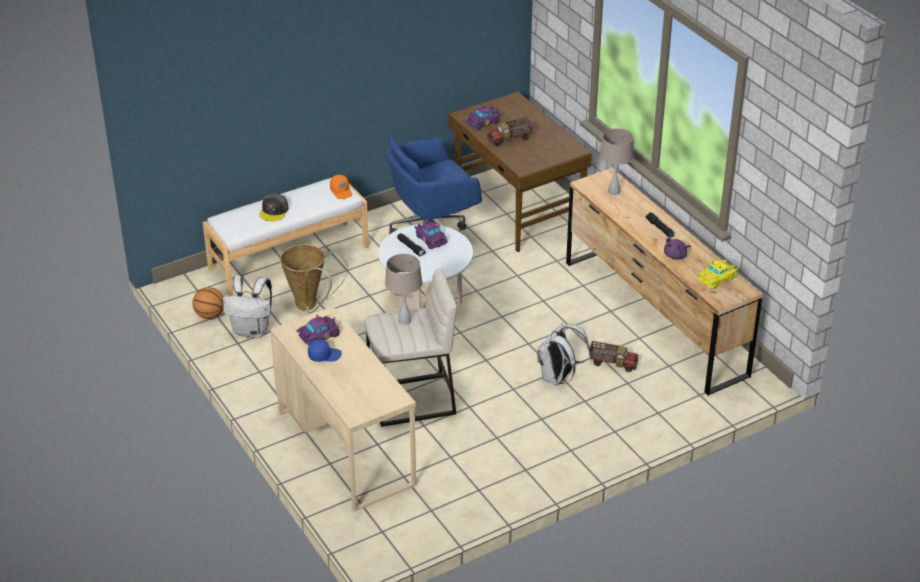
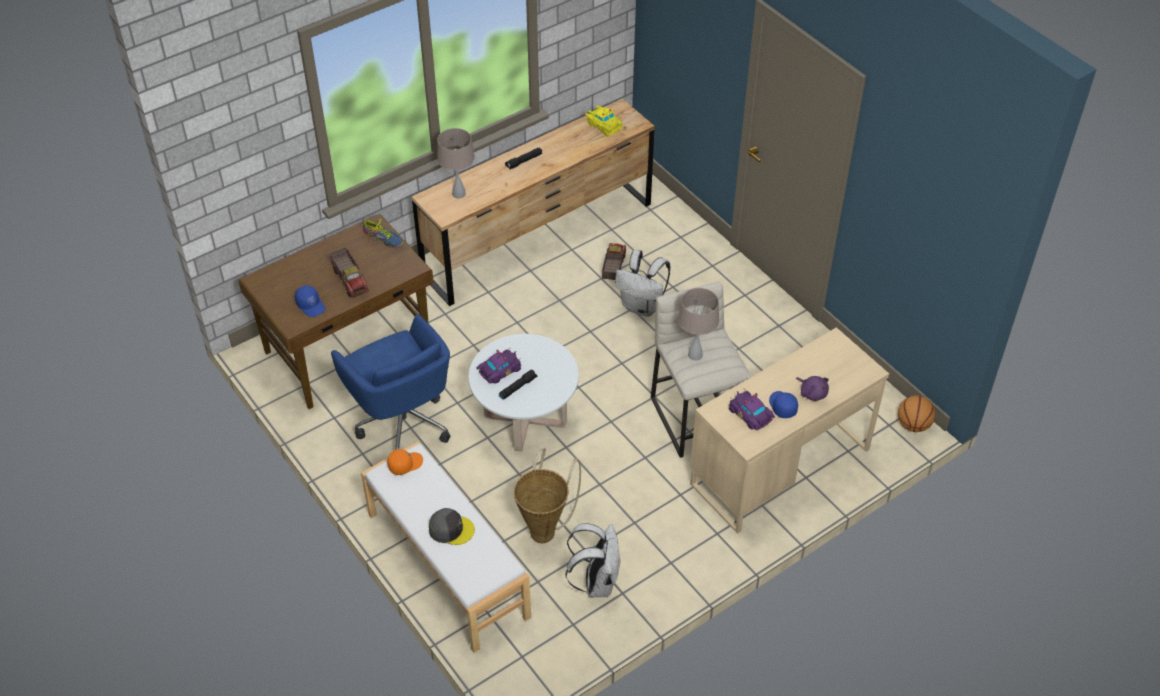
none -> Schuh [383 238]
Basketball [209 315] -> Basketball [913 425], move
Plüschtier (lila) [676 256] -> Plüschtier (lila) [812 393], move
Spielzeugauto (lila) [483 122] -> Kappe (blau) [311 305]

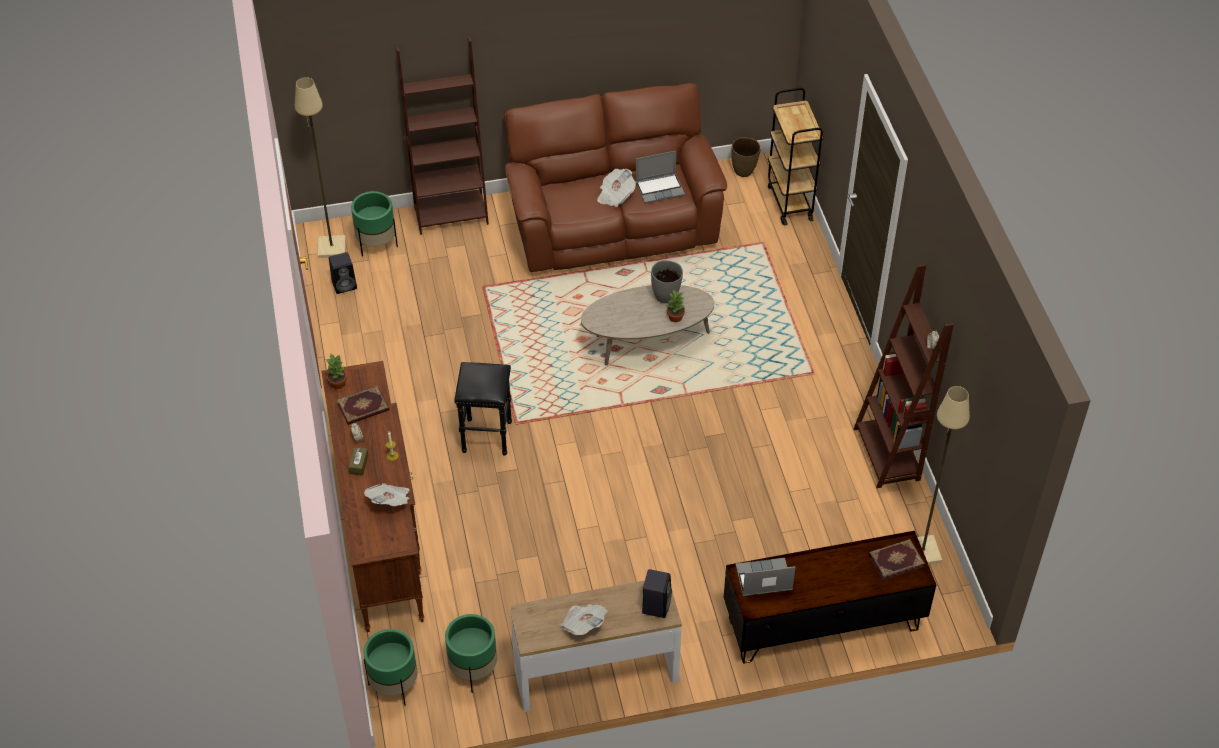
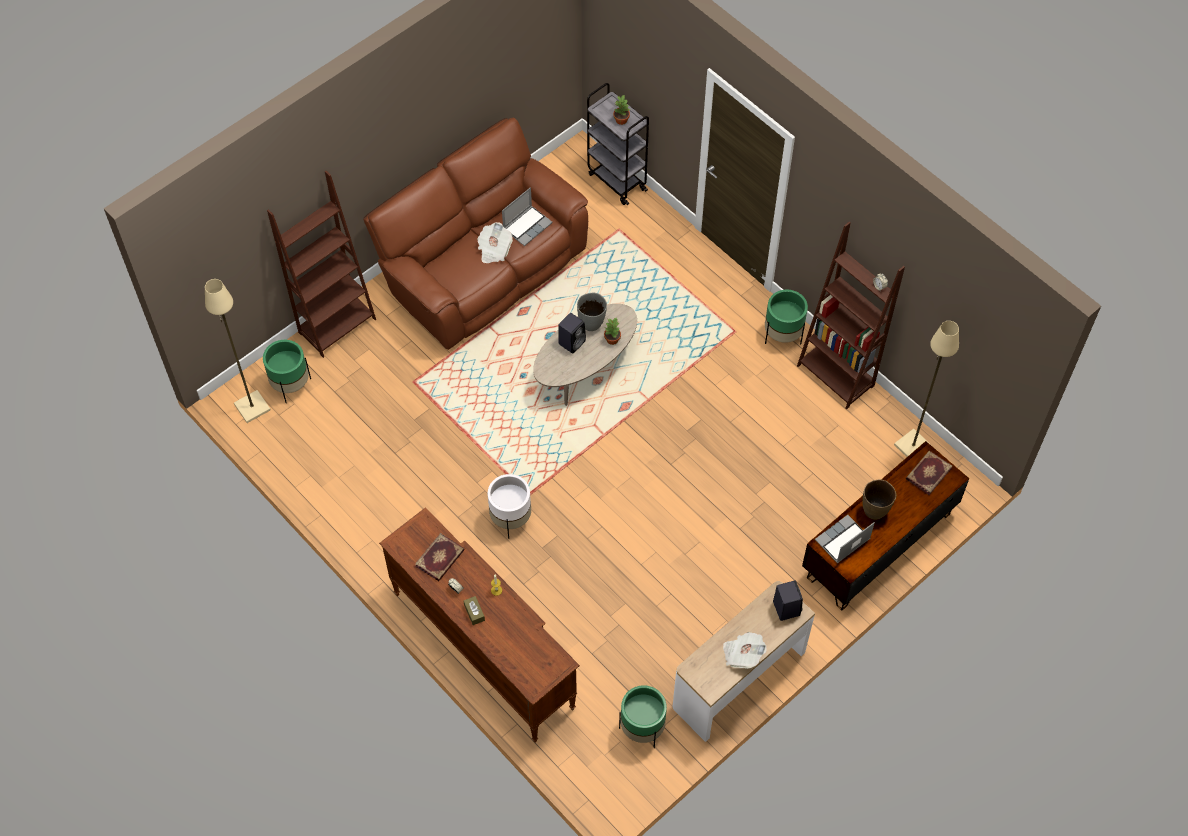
Zeitung [390 501] -> none
Topfpflanze [338 383] -> Topfpflanze [621 120], move
Lautsprecher (schwarz) [345 285] -> Lautsprecher (schwarz) [572 341], move
Pflanzkübel (grün) [394 685] -> Pflanzkübel (grün) [782 335], move
Vase (braun) [744 171] -> Vase (braun) [874 510], move
Hocker (schwarz) [486 435] -> Pflanzkübel (weiß) [511 519]
Rollwagen (braun) [790 204] -> Rollwagen (grau) [618 182]

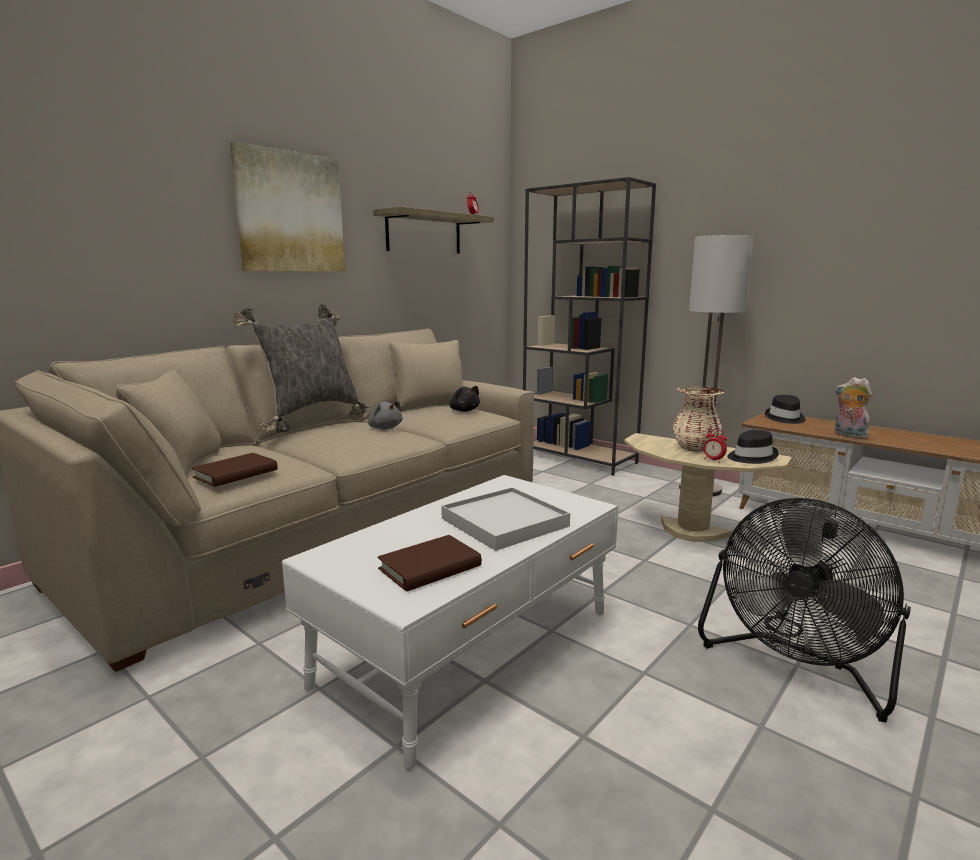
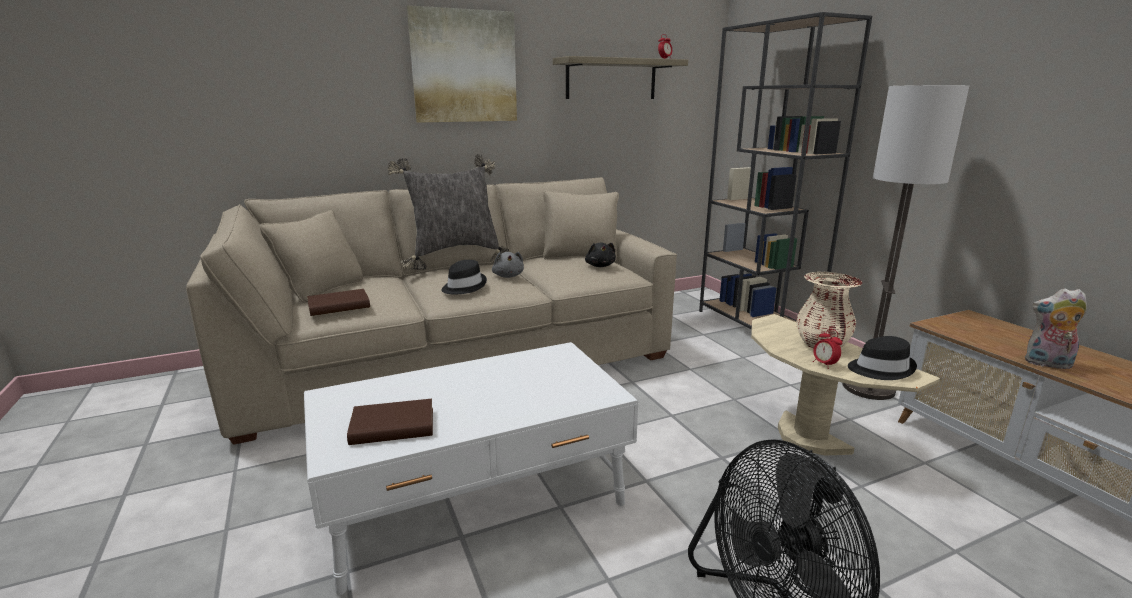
Tablett (weiß) [505 522] -> none
Hut (schwarz) [784 418] -> Hut (schwarz) [463 286], move
Plüschtier [848 435] -> Plüschtier [1047 364], 60 degrees counterclockwise

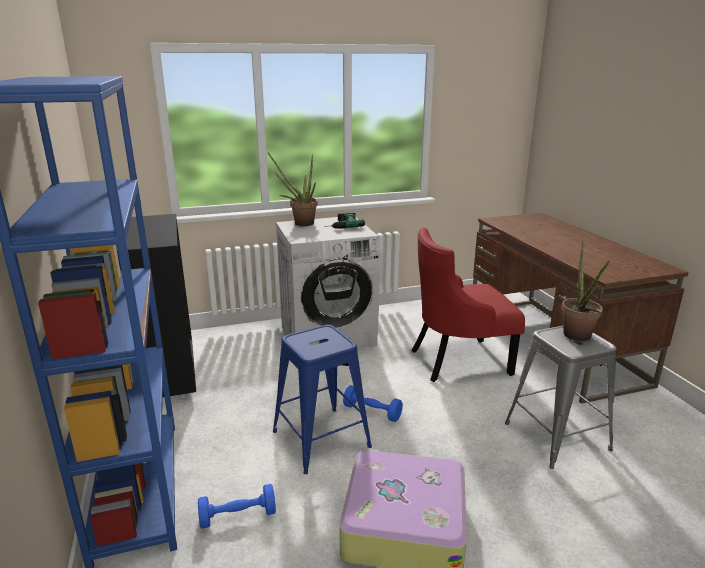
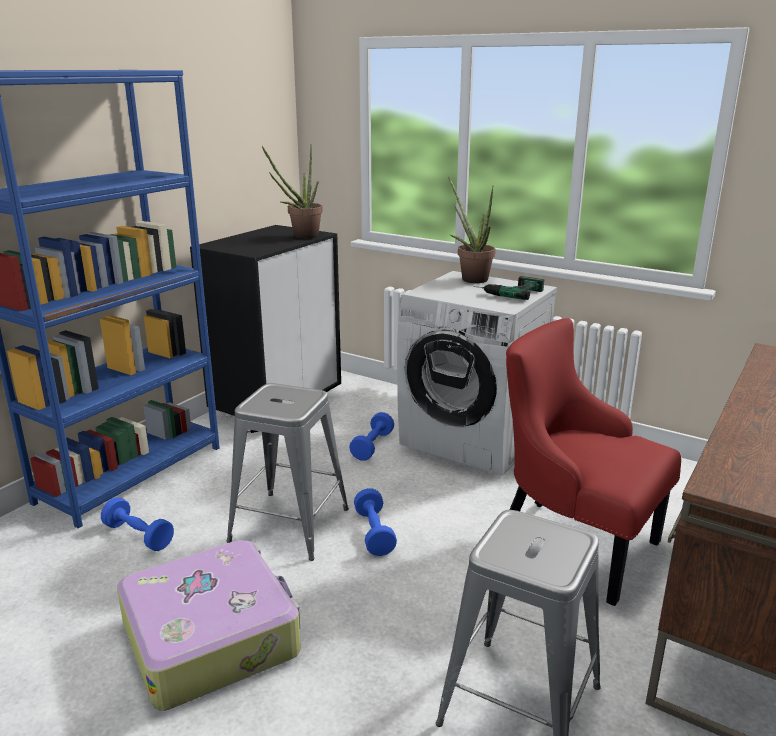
none -> Hantel (blau) [372 446]
Topfpflanze [578 338] -> Topfpflanze [301 237], move
Hocker (blau) [321 439] -> Hocker (grau) [289 525]

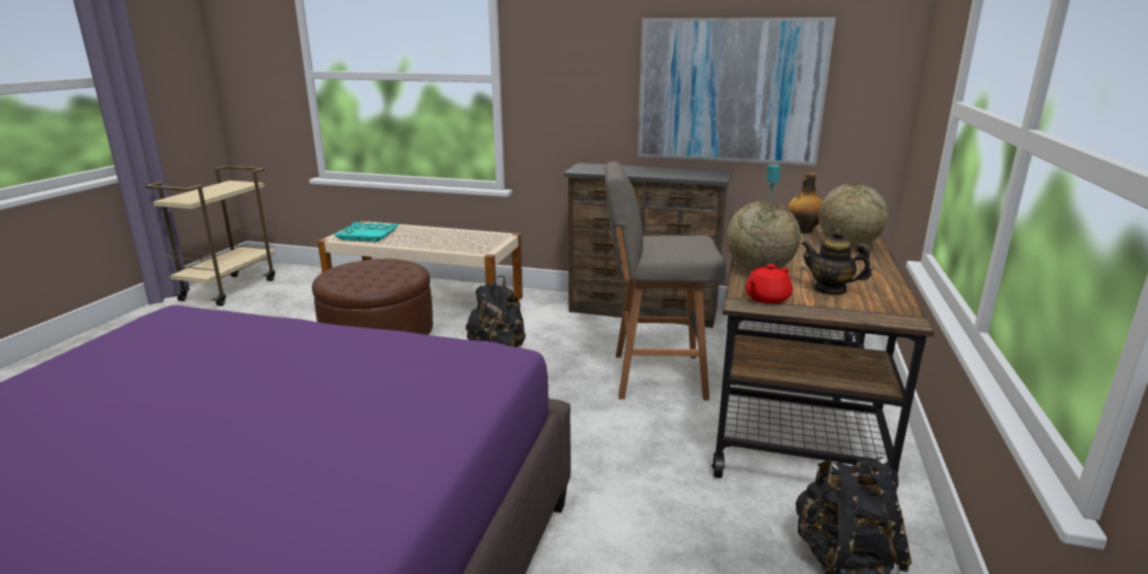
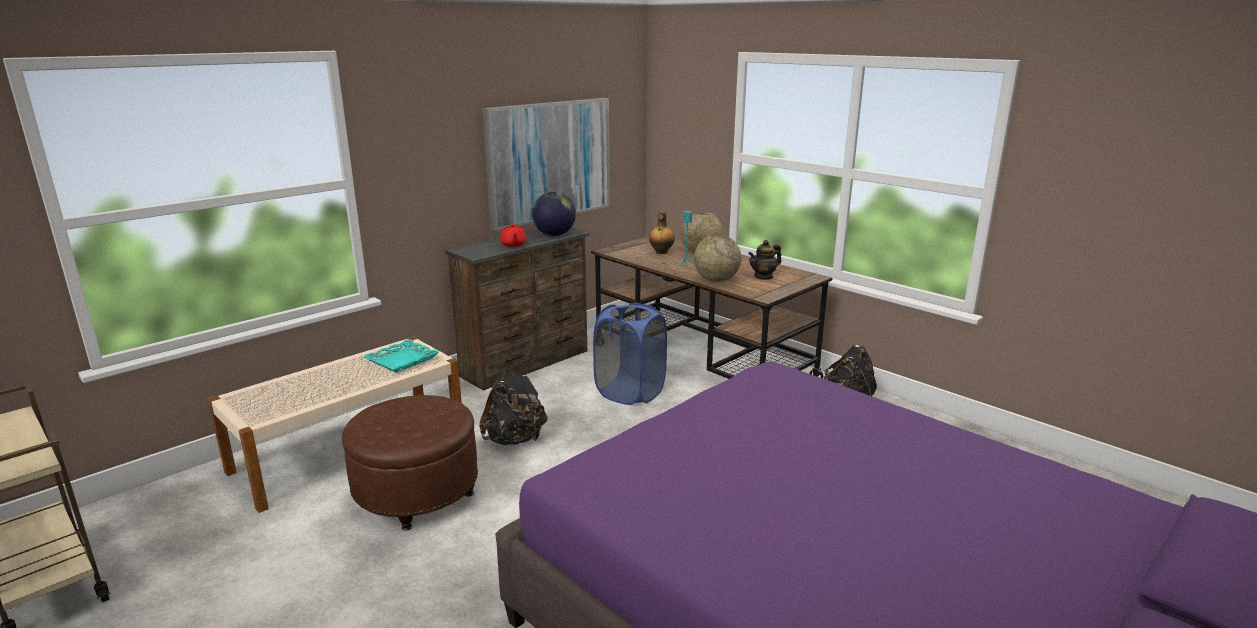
none -> Globus [554 235]
Tablett (türkis) [367 236] -> Tablett (türkis) [402 360], move
Teekanne (rot) [766 298] -> Teekanne (rot) [513 244], move
Hocker (grau) [654 376] -> Wäschekorb (blau) [630 392]

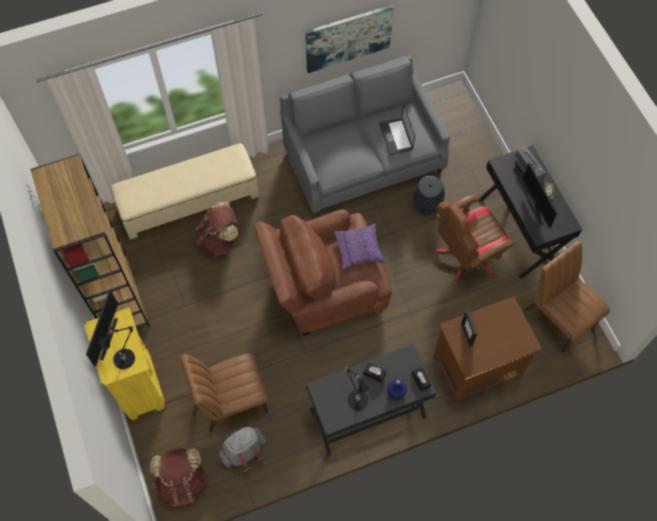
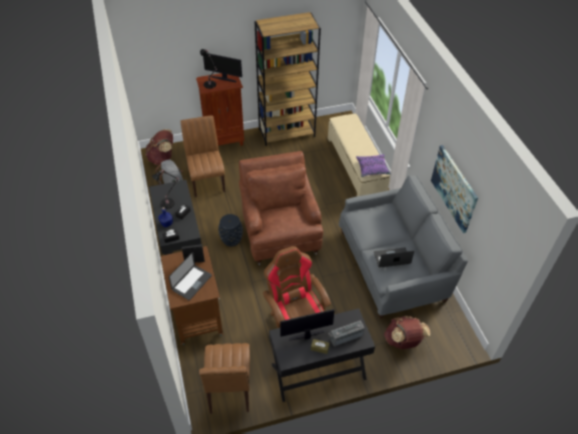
none -> Laptop [192 283]
Rucksack (braun) [219 239] -> Rucksack (braun) [403 341], move
Kissen (lila) [359 249] -> Kissen (lila) [372 168], move
Hocker (schwarz) [426 205] -> Hocker (schwarz) [231 239], move
Schrank (gelb) [141 389] -> Schrank (braun) [225 142]
Stuhl (braun) [558 318] -> Stuhl (braun) [229 388], 120 degrees clockwise

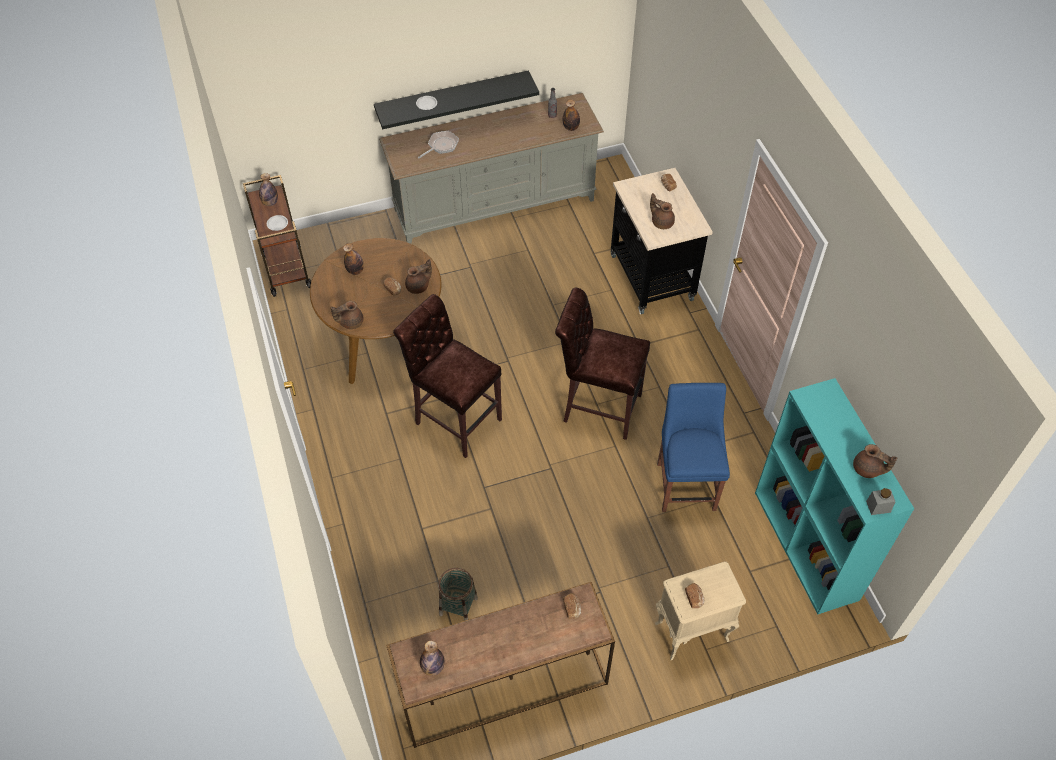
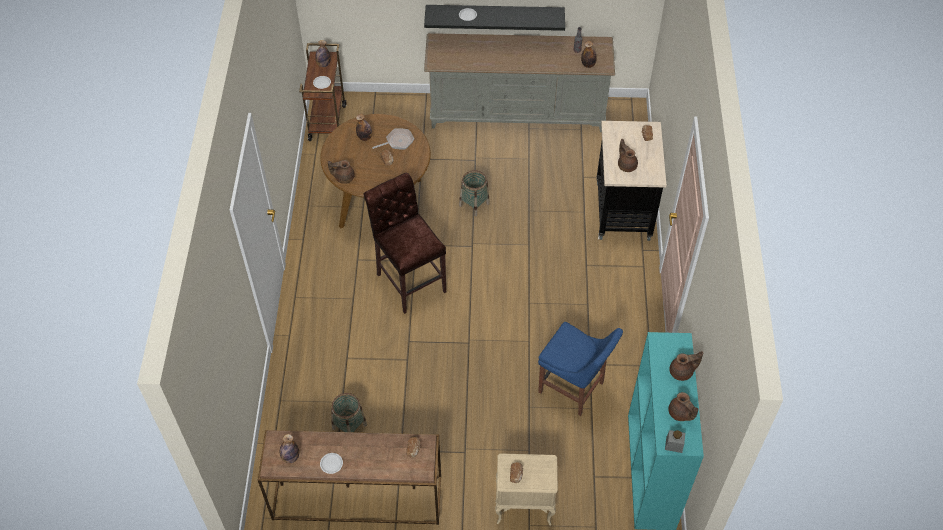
Hocker (braun) [597 406] -> none
none -> Teller (weiß) [331 464]
none -> Korb [474 204]
Teekanne (braun) [418 286] -> Teekanne (braun) [682 372], move
Pfanne [441 146] -> Pfanne [398 141], move
Stuhl (blau) [686 483] -> Stuhl (blau) [574 389], 105 degrees clockwise

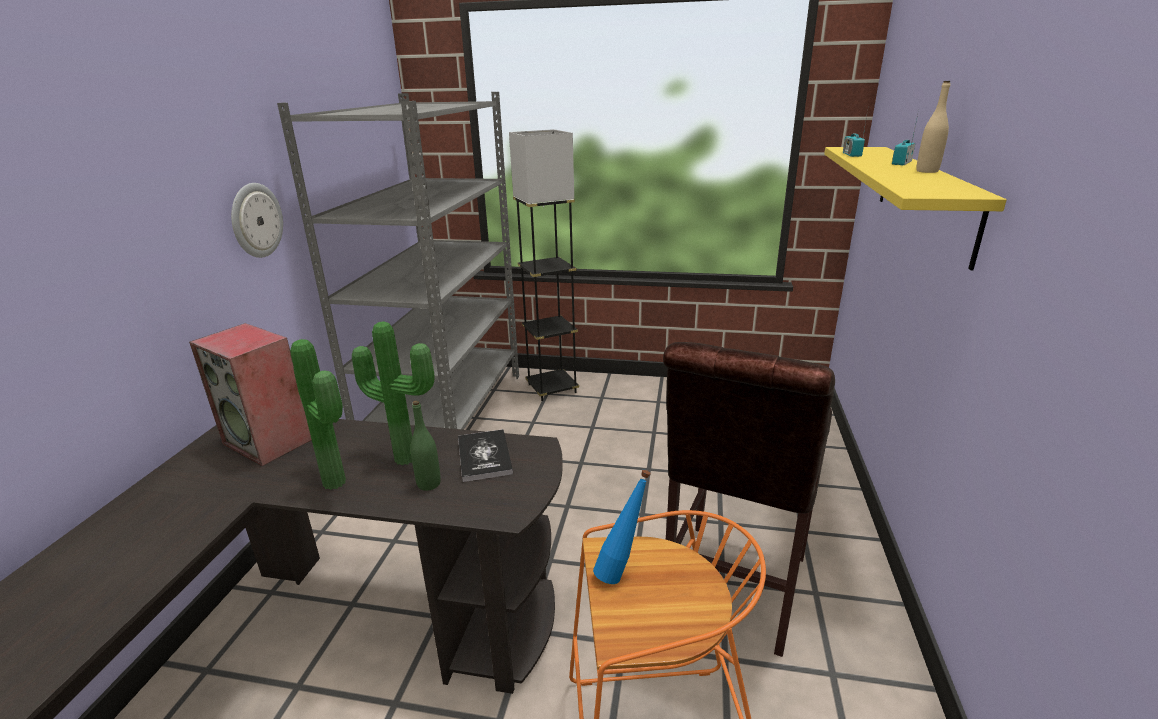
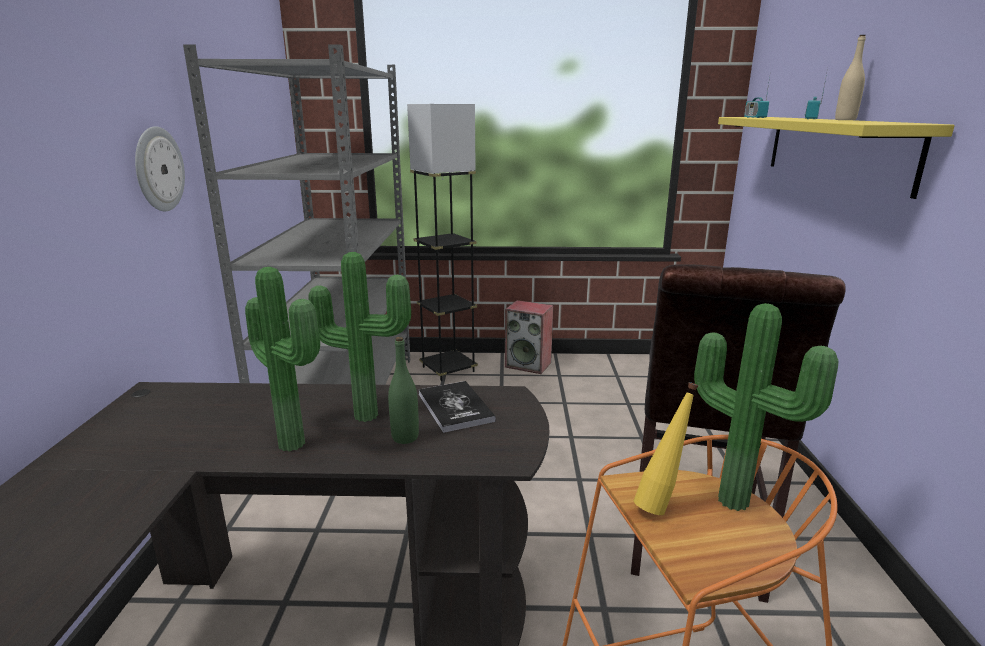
none -> Topfpflanze [736 499]
Lautsprecher [269 441] -> Lautsprecher [528 364], move
Flasche (blau) [621 572] -> Flasche (gelb) [660 504]

